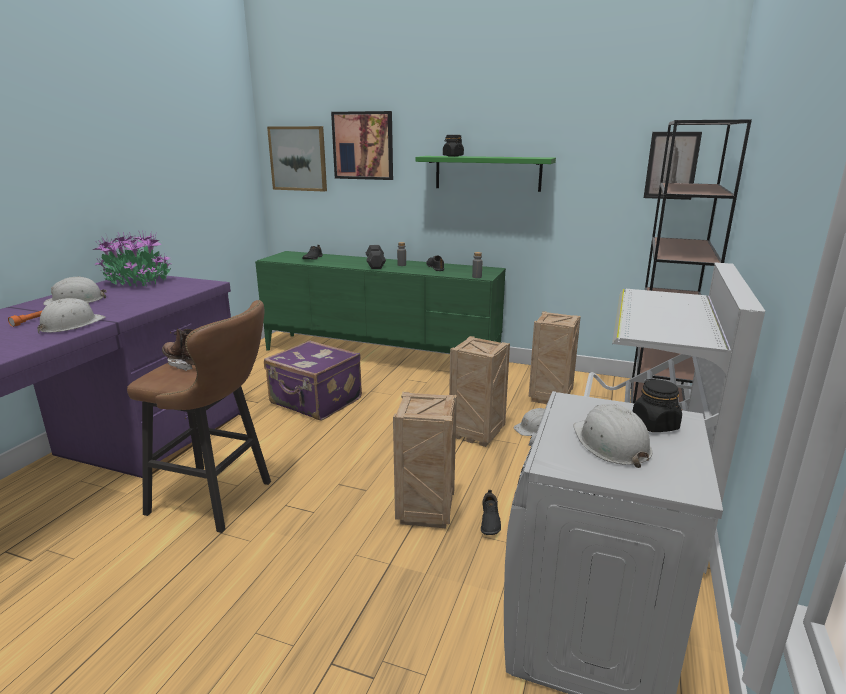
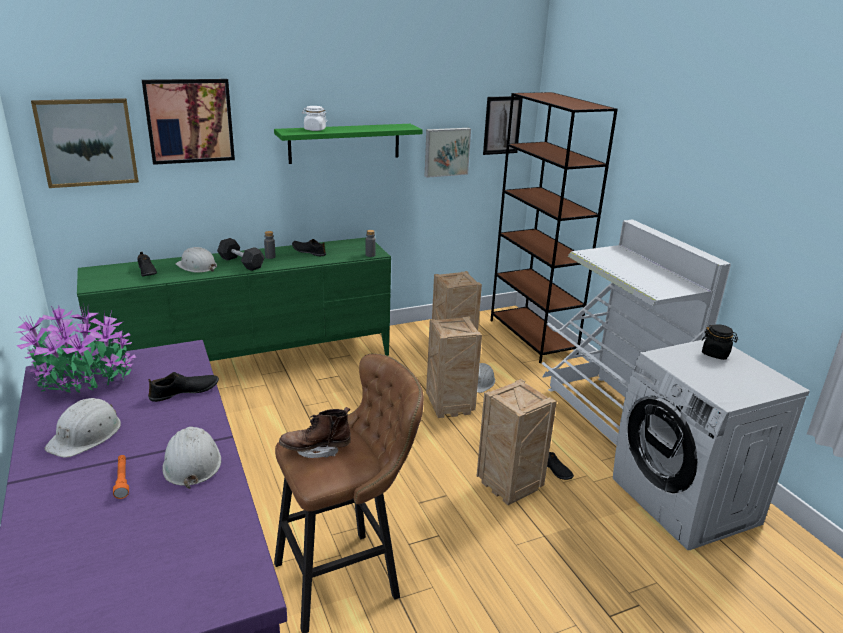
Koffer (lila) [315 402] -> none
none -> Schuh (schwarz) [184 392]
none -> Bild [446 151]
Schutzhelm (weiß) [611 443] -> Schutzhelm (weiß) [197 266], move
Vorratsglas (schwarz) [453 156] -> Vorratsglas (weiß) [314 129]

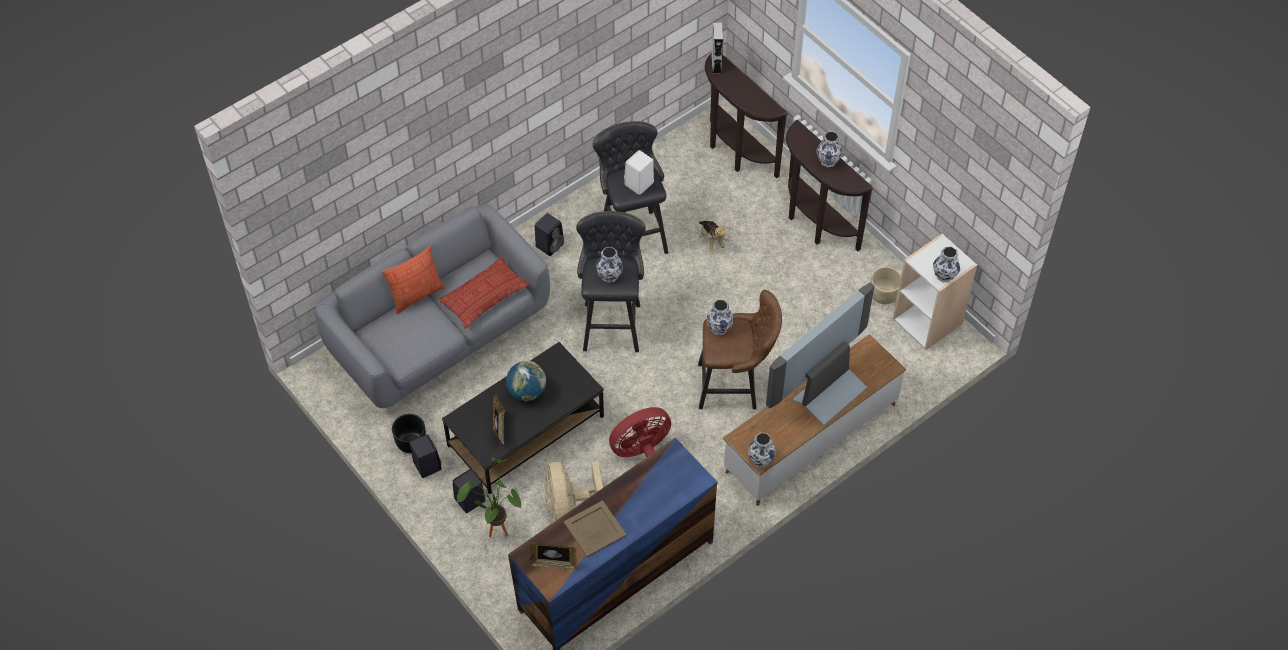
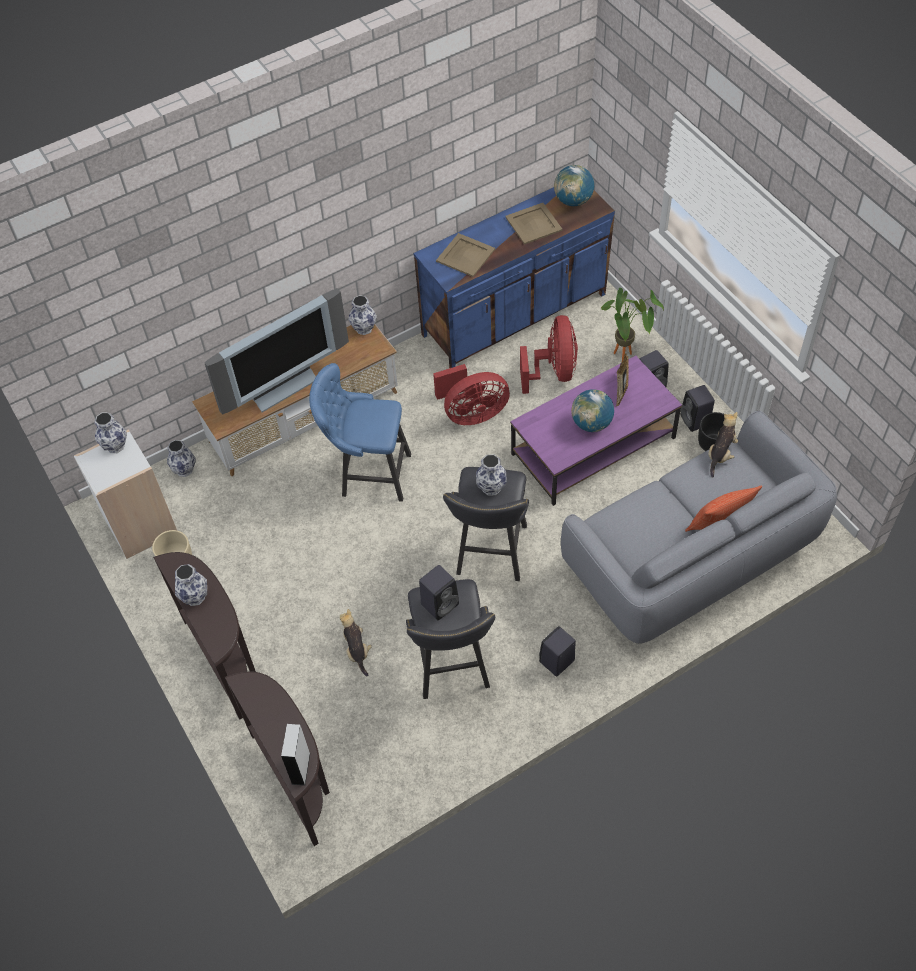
Kissen [484 296] -> none
none -> Tablett (beige) [465 255]
none -> Plüschtier [721 454]
Vase [719 327] -> Vase [184 470], move
Bilderrahmen [553 564] -> Globus [573 201]
Couchtisch (schwarz) [525 430] -> Couchtisch (lila) [593 446]
Ventilator (beige) [569 508] -> Ventilator (rot) [553 372]
Lautsprecher (weiß) [638 184] -> Lautsprecher (schwarz) [440 603]
Hocker (braun) [736 386] -> Hocker (blau) [367 474]

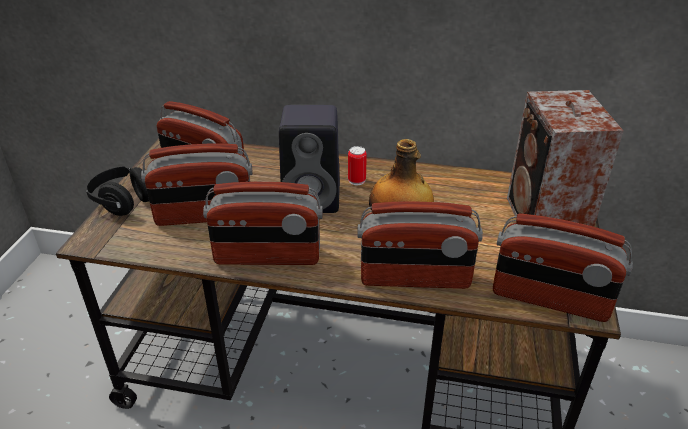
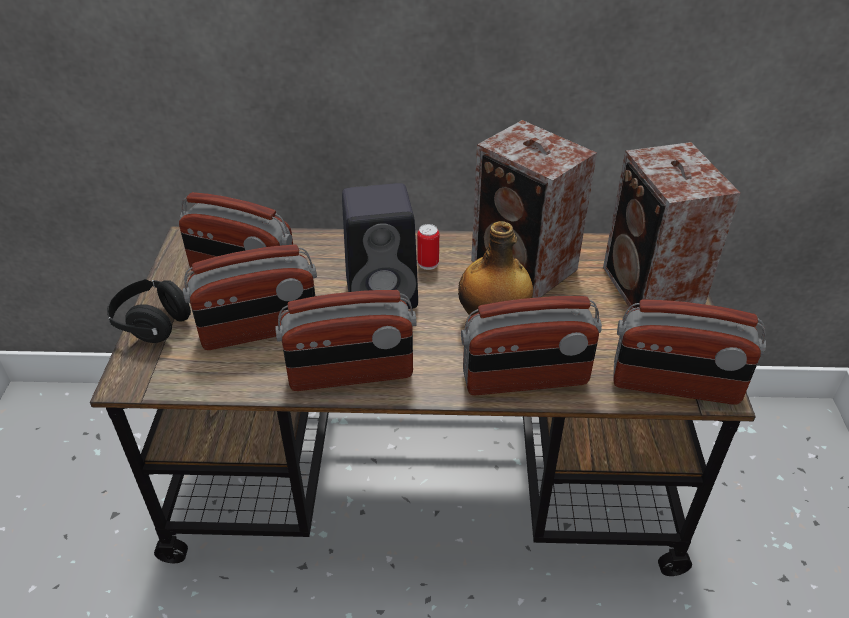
none -> Lautsprecher [525 267]

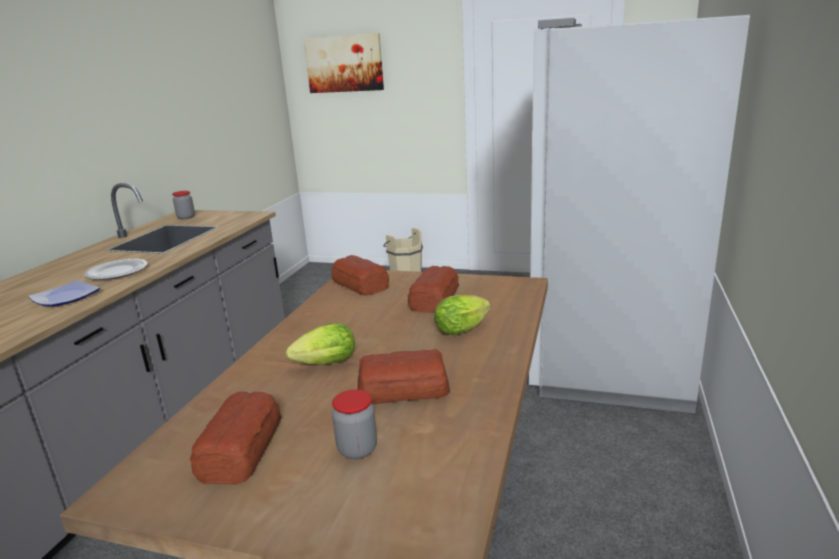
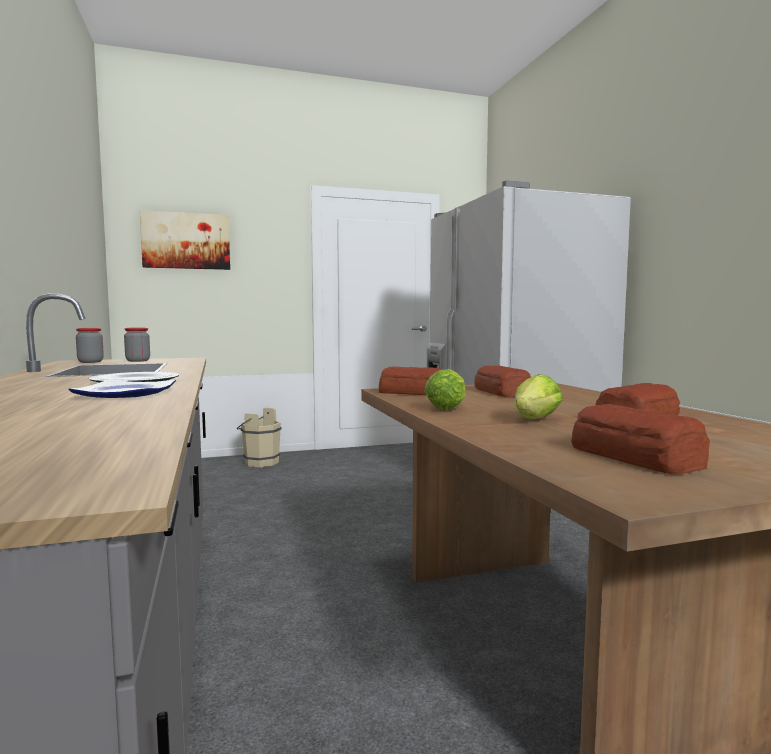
Vorratsglas [357 449] -> Vorratsglas [138 361], move
Salatkopf [464 329] -> Salatkopf [448 407], move

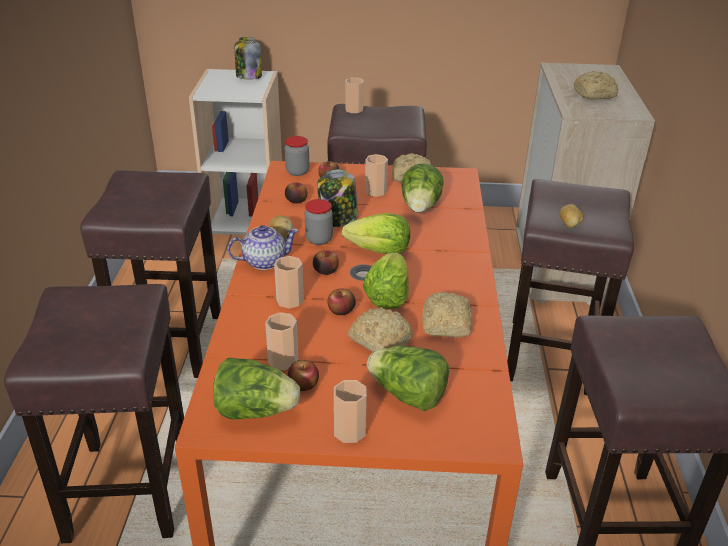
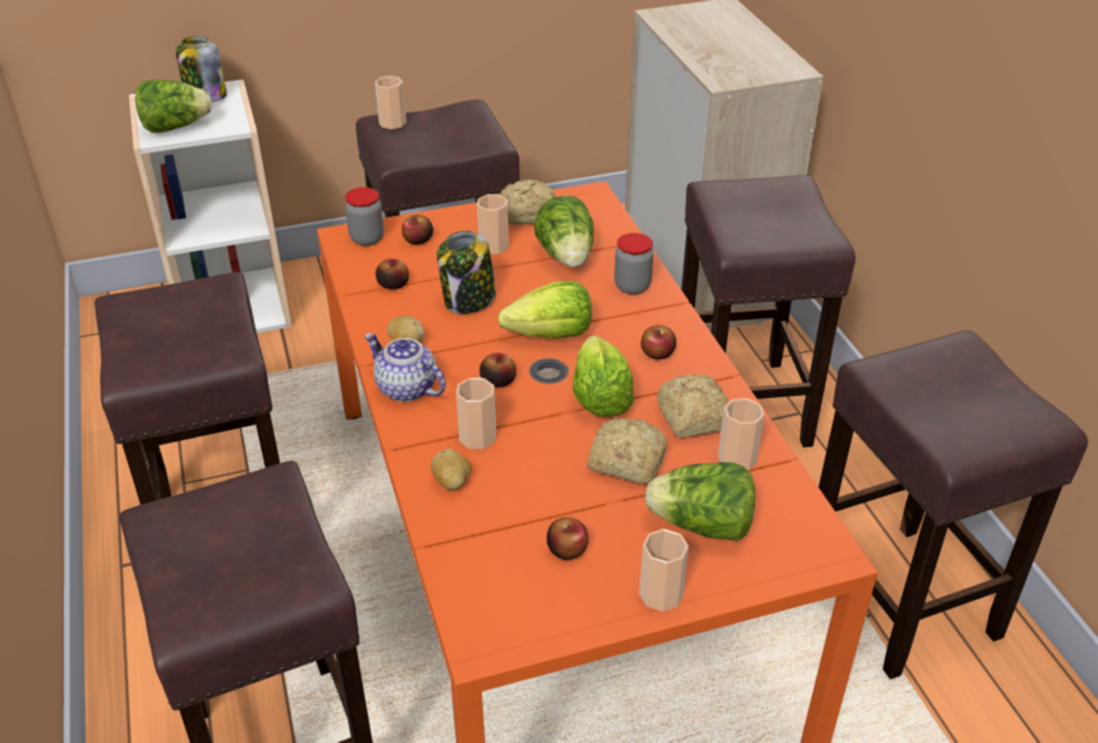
Brot [595 94] -> none
Salatkopf [255 410] -> Salatkopf [175 127], move
Tasse [283 360] -> Tasse [737 458], move
Vorratsglas [319 239] -> Vorratsglas [632 286], move
Apfel [341 310] -> Apfel [658 353], move
Kartoffel [569 225] -> Kartoffel [452 482], move
Teekanne [264 261] -> Teekanne [407 389], 105 degrees counterclockwise

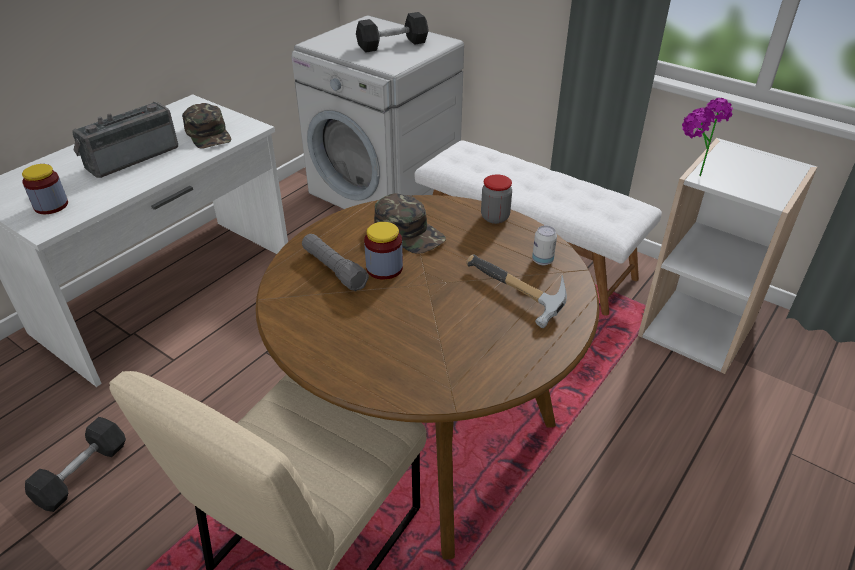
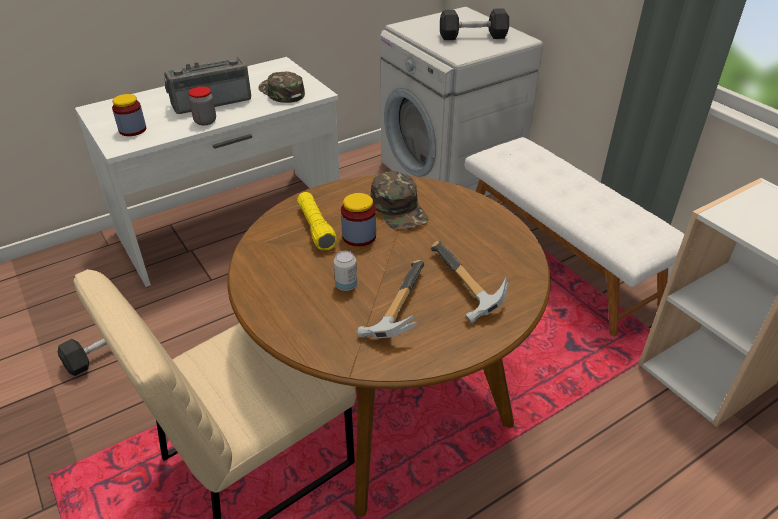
Topfpflanze [689 174] -> none
none -> Hammer [395 308]
Vorratsglas [495 217] -> Vorratsglas [205 121], move
Dose [542 260] -> Dose [346 285], move
Taschenlampe (grau) [334 269] -> Taschenlampe (gelb) [316 228]
Kappe (grün) [209 134] -> Kappe (grün) [281 92], 150 degrees clockwise

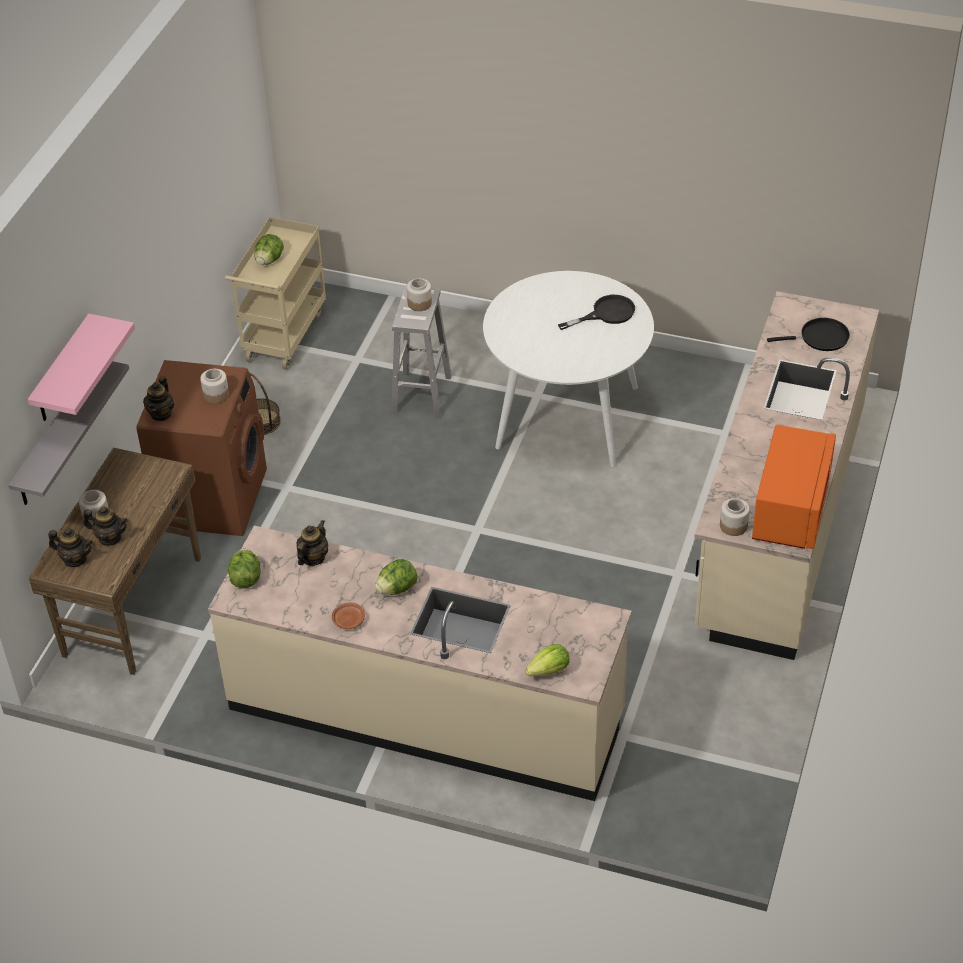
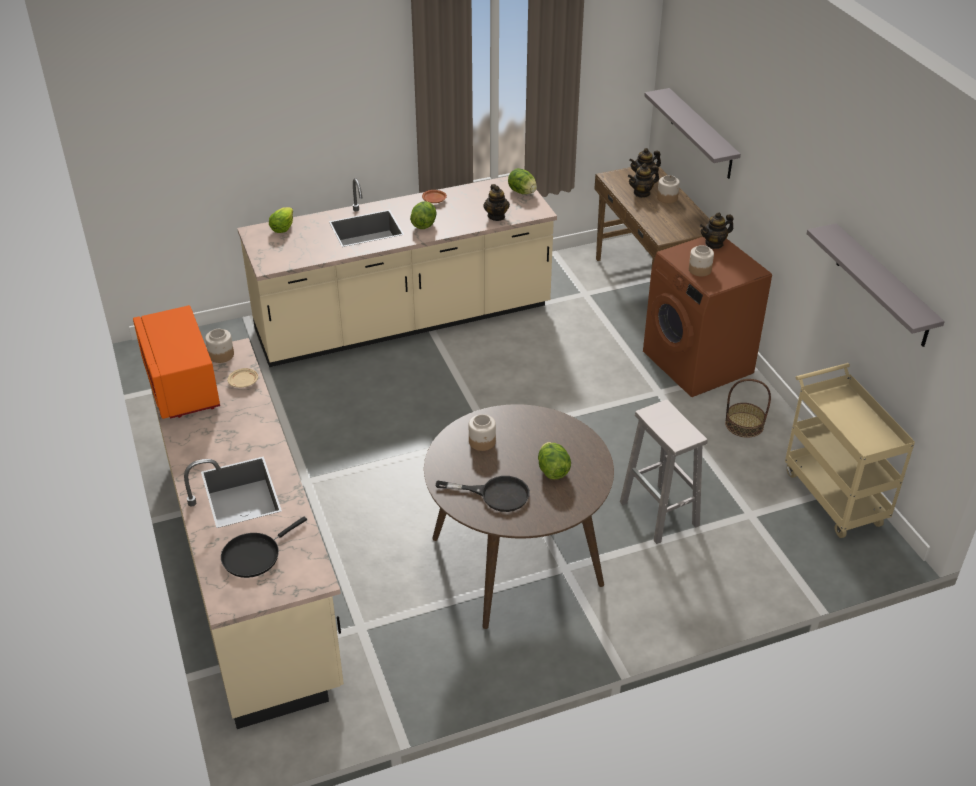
Wandregal (rosa) [62 371] -> none
none -> Teller (beige) [244 382]
none -> Wandregal (grau) [883 286]
Salatkopf [269 260] -> Salatkopf [552 471], move
Vorratsglas [419 303] -> Vorratsglas [482 442], move
Esstisch (weiß) [567 417] -> Esstisch (braun) [516 561]
Teekanne [161 414] -> Teekanne [714 244], 90 degrees counterclockwise
Pfanne (schwarz) [606 314] -> Pfanne (schwarz) [495 494], 105 degrees counterclockwise

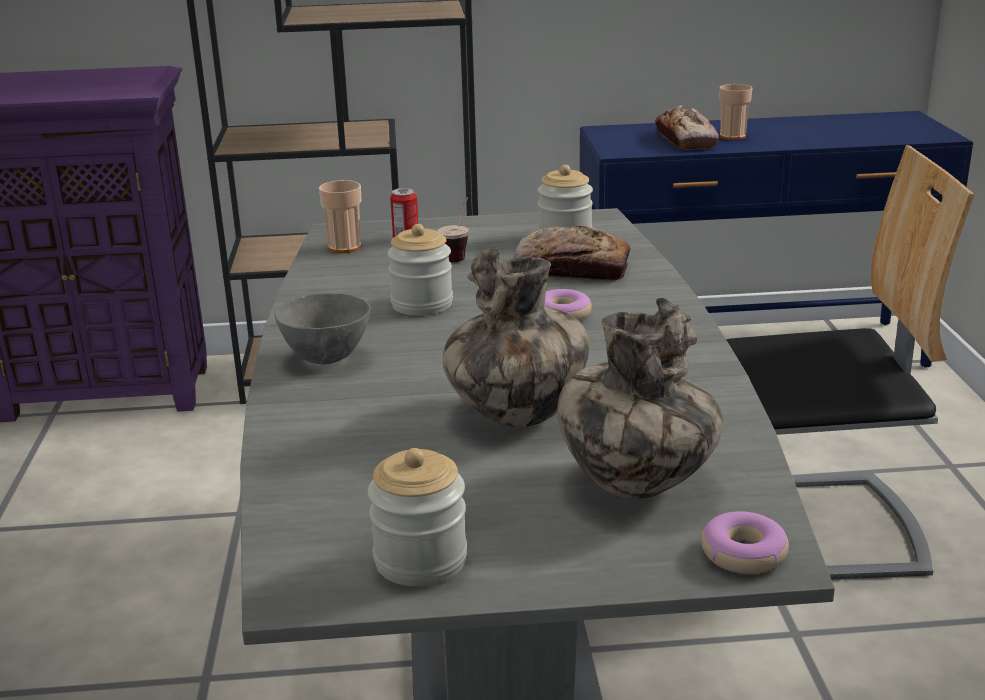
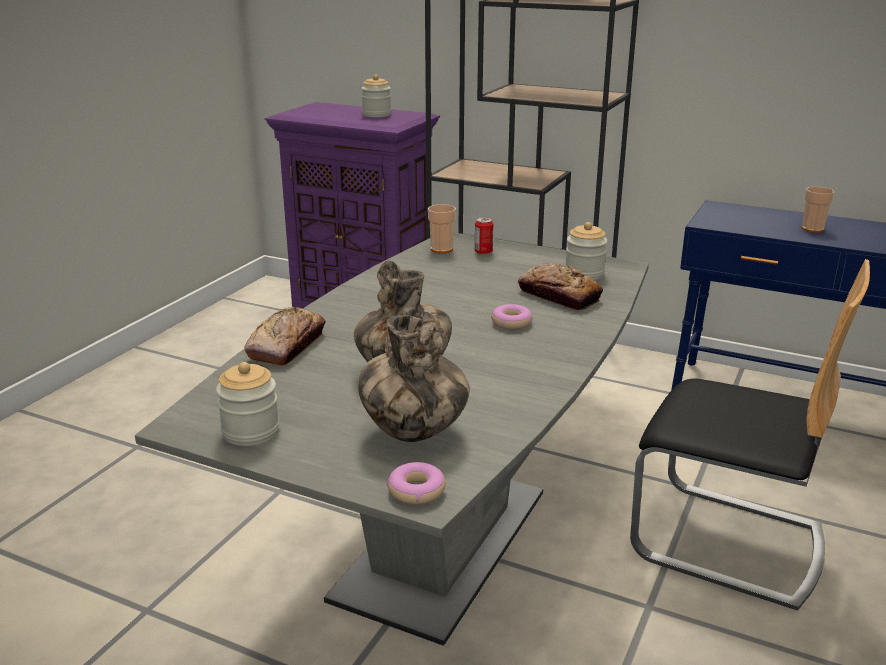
Schüssel (grau) [328 357] -> none
Tasse [459 255] -> none
Vorratsglas [422 304] -> Vorratsglas [376 115], move
Brot [685 140] -> Brot [287 346], move

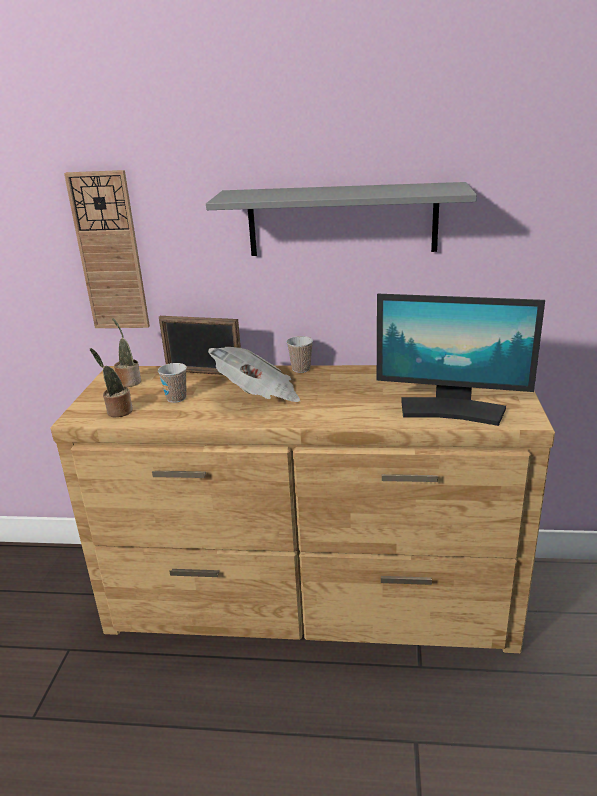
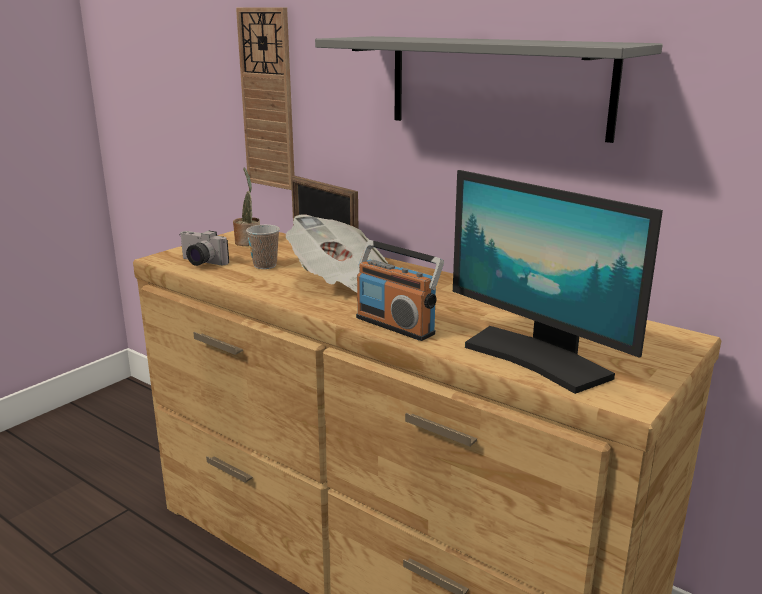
Tasse [301 369] -> none
none -> Radio [395 325]
Topfpflanze [117 411] -> Kamera [200 263]

